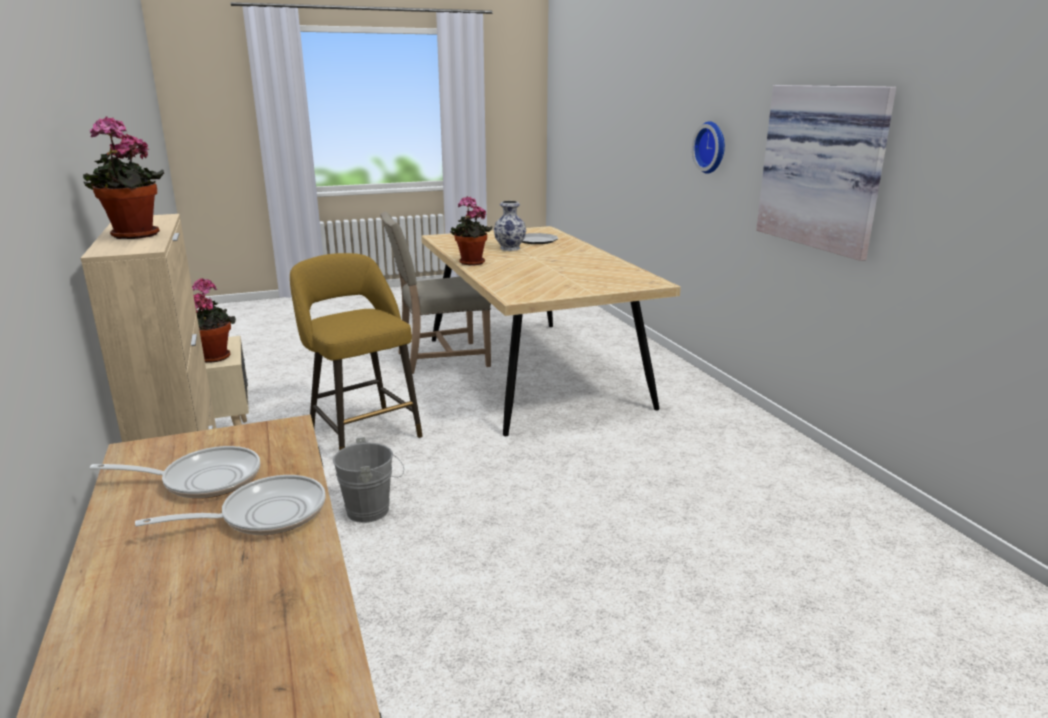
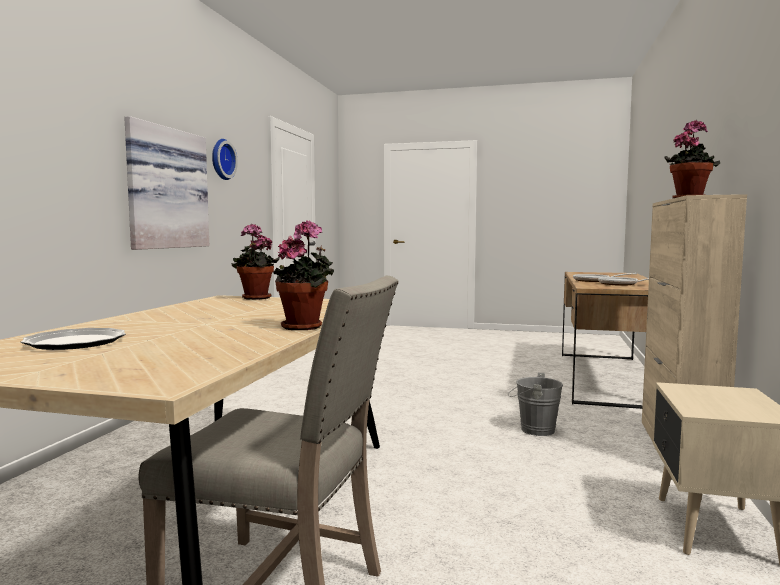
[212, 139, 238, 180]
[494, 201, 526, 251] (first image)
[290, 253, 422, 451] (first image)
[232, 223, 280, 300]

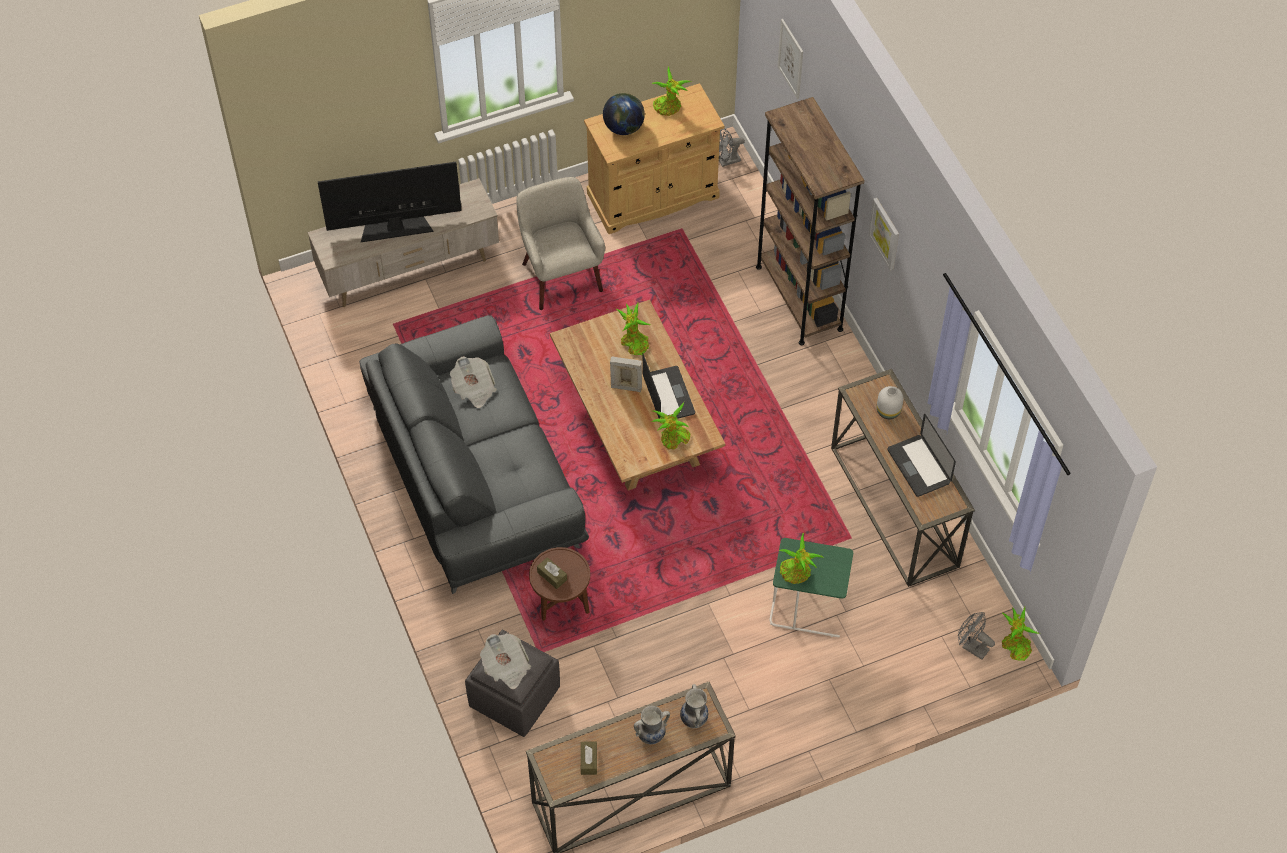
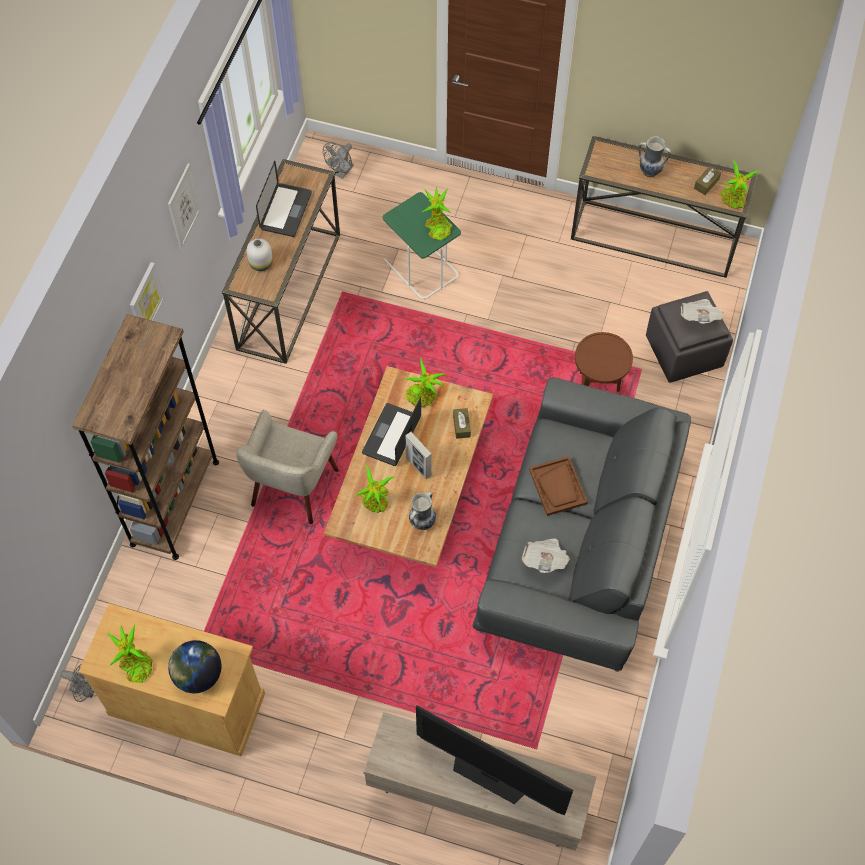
[168, 164, 201, 250]
[236, 409, 338, 524]
[453, 408, 471, 439]
[721, 160, 760, 209]
[323, 142, 354, 179]
[409, 492, 436, 530]
[529, 456, 588, 516]

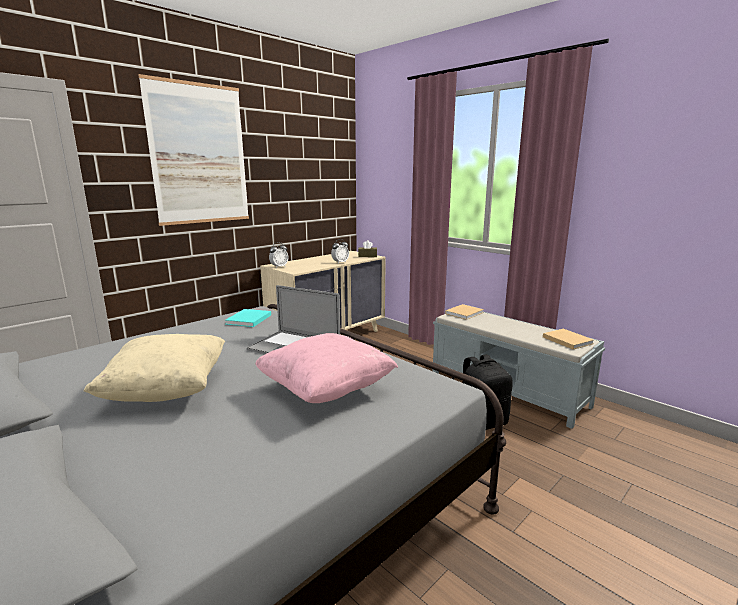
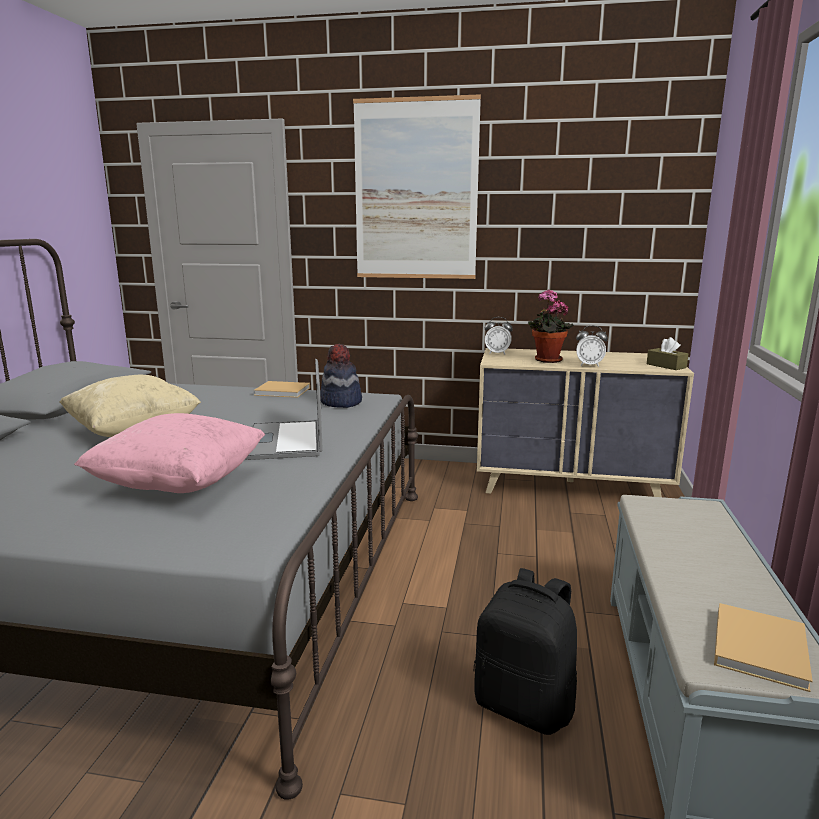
[254, 381, 310, 398]
[320, 344, 362, 408]
[528, 290, 574, 363]

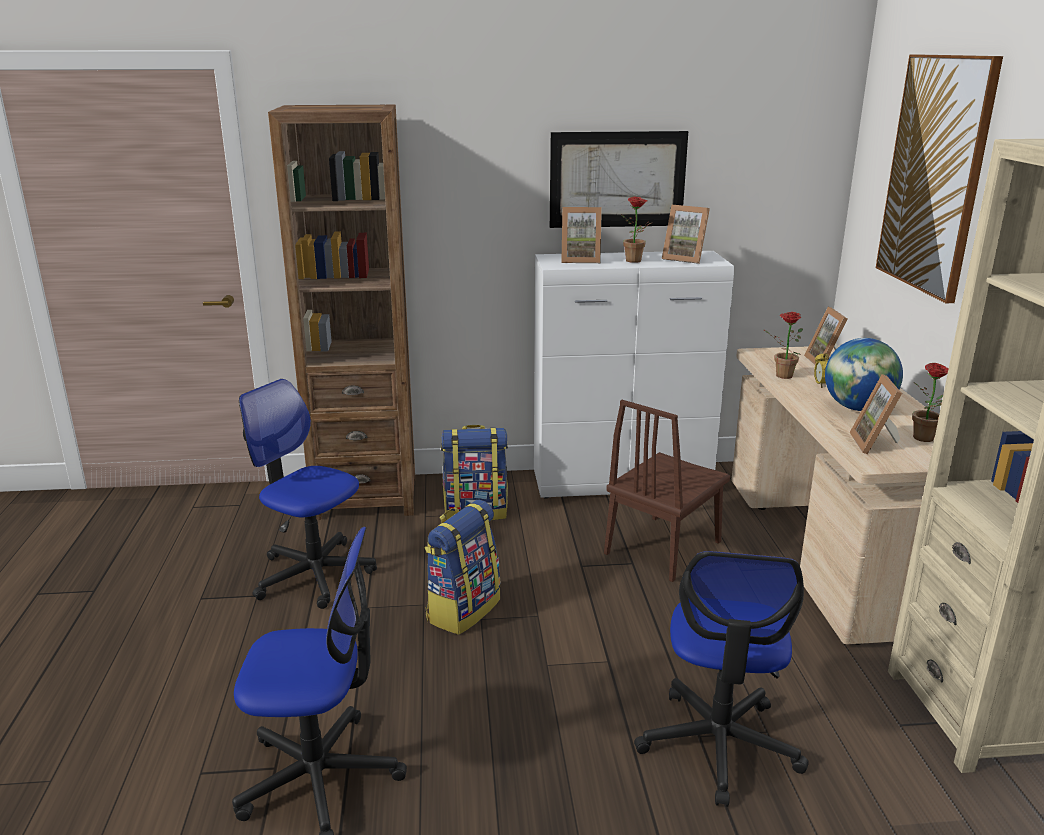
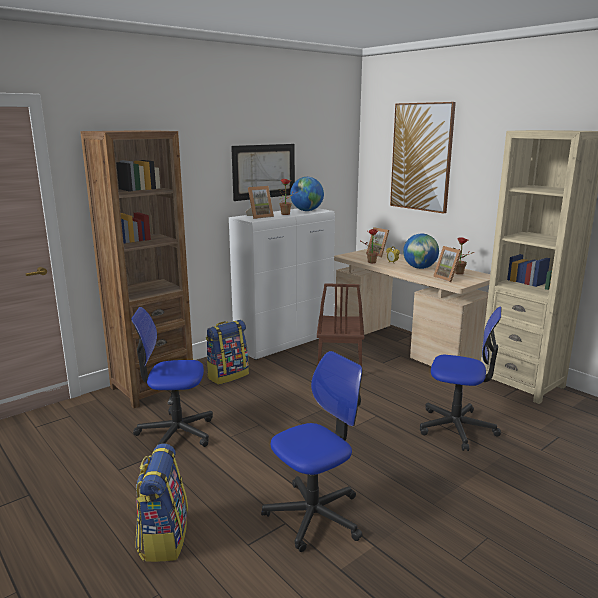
[290, 177, 324, 211]
[136, 444, 188, 562]
[420, 307, 501, 451]

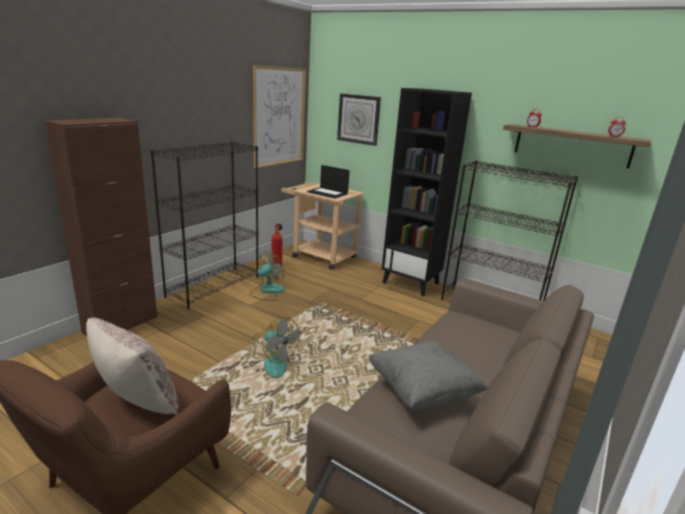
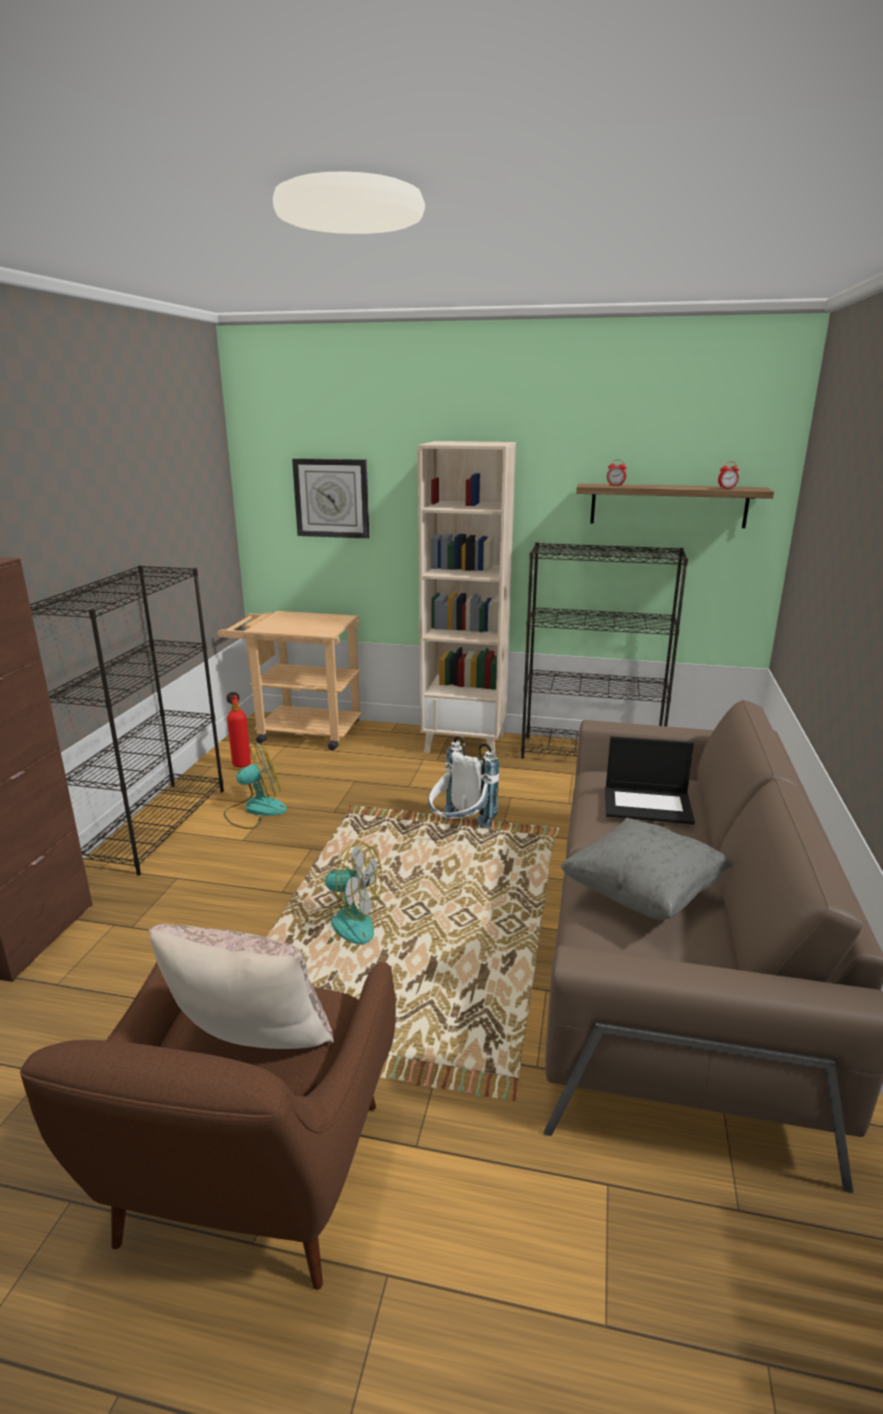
[253, 65, 306, 168] (first image)
[418, 441, 516, 756]
[605, 736, 695, 825]
[224, 741, 287, 829]
[428, 736, 499, 828]

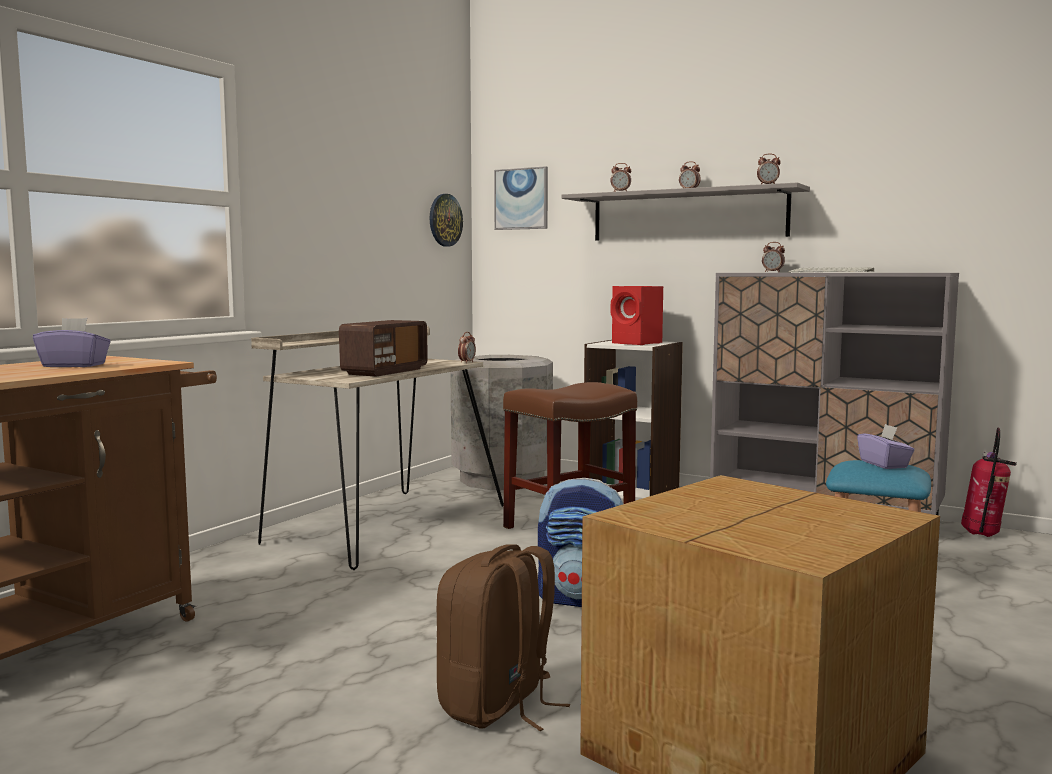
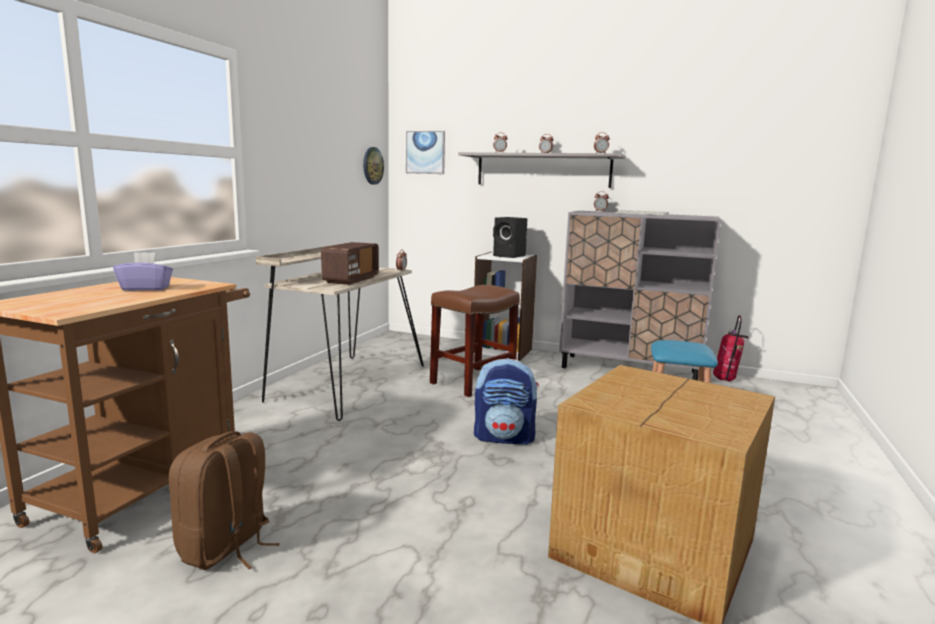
[493, 217, 528, 258]
[450, 355, 553, 490] (first image)
[857, 424, 915, 469] (first image)
[169, 431, 280, 570]

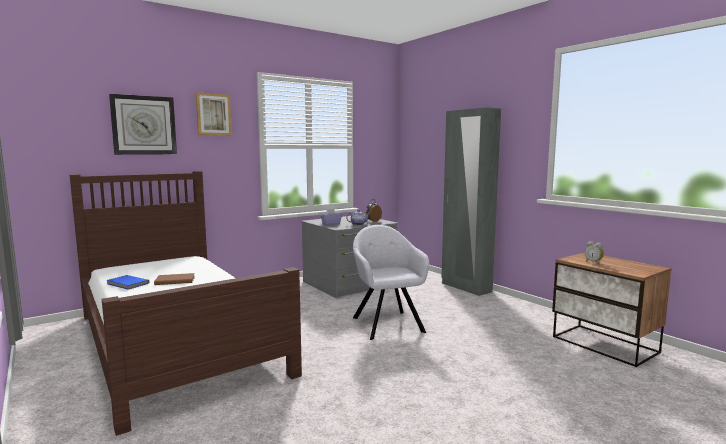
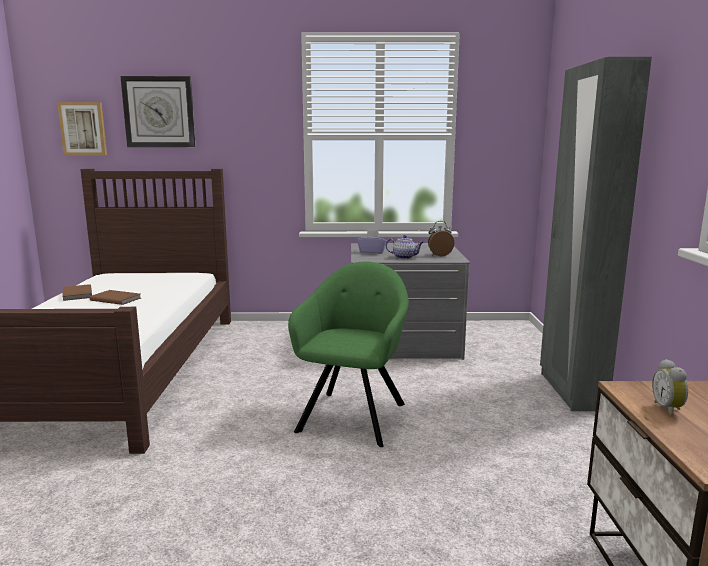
[57, 102, 107, 155]
[288, 261, 409, 447]
[62, 284, 92, 301]

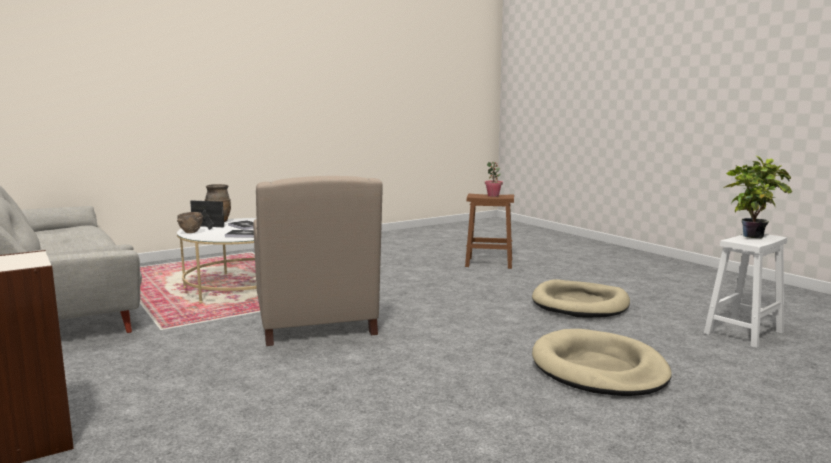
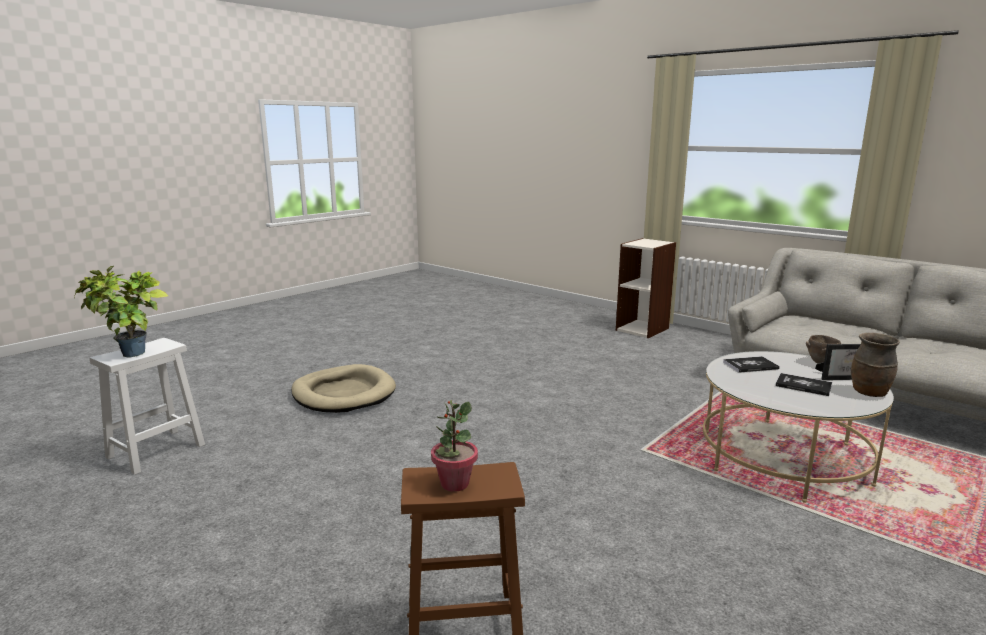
[253, 176, 383, 346] (first image)
[532, 279, 630, 318] (first image)

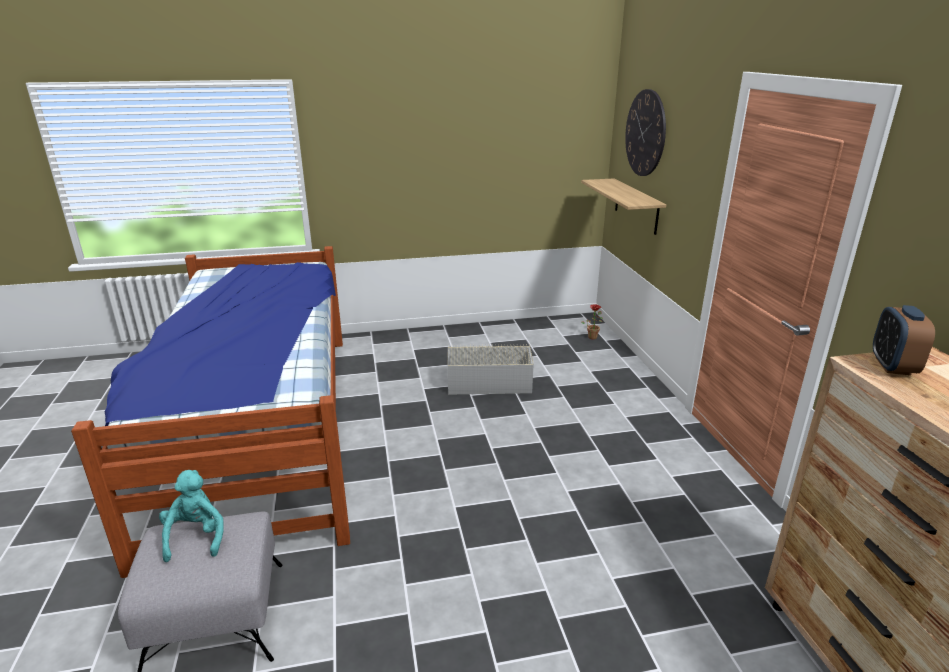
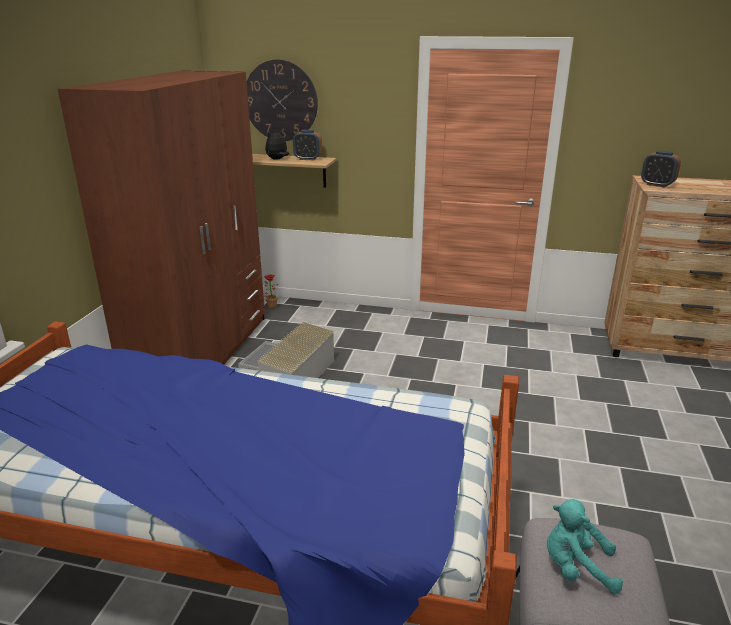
[58, 71, 265, 365]
[265, 130, 289, 160]
[293, 130, 322, 160]

